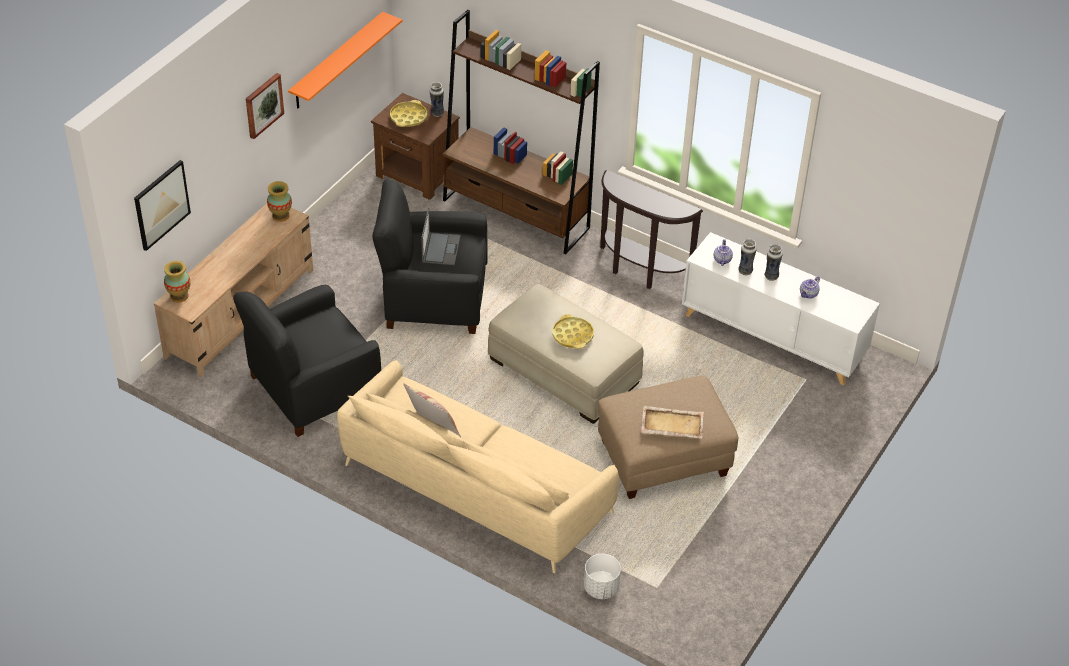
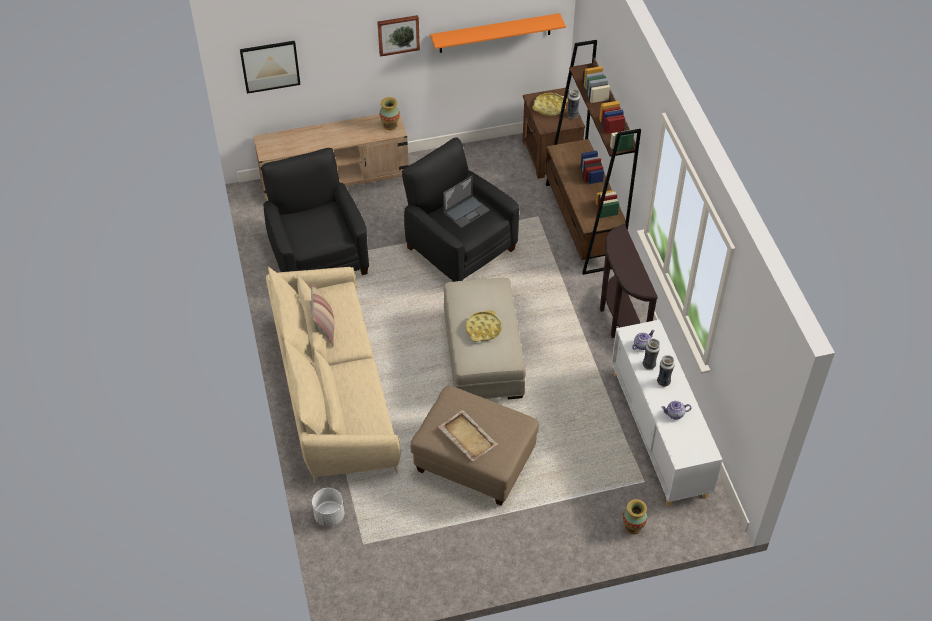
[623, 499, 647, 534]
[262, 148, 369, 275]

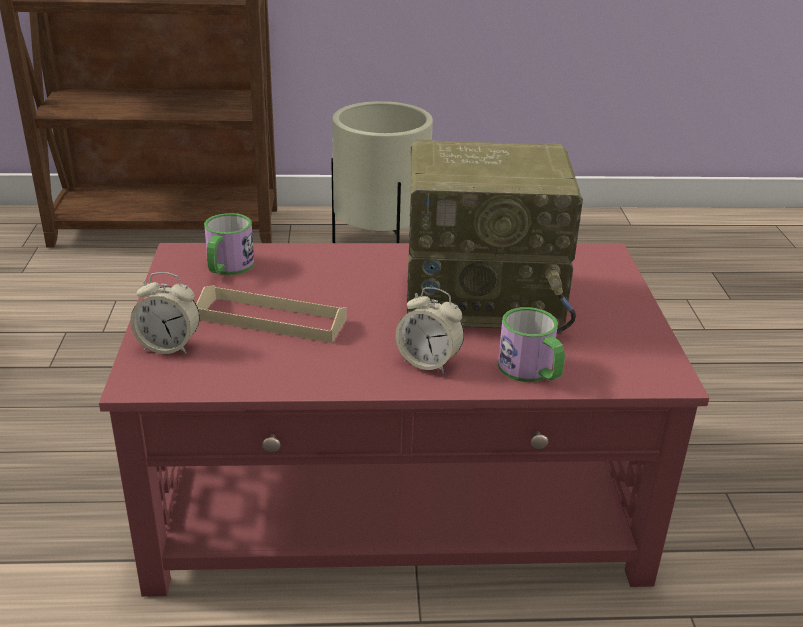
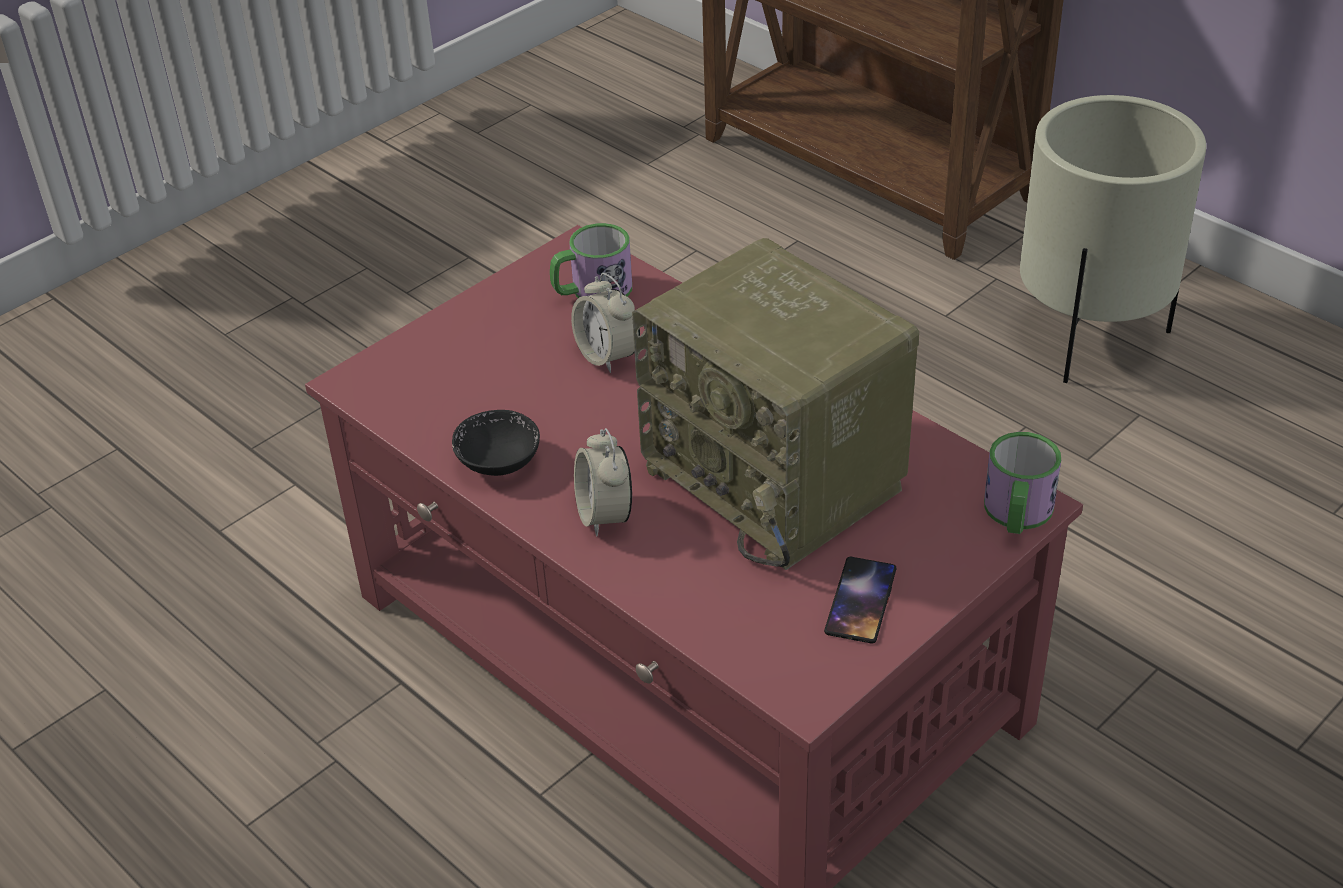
[571, 273, 640, 373]
[196, 285, 347, 343] (first image)
[984, 432, 1061, 534]
[452, 410, 540, 476]
[824, 557, 896, 644]

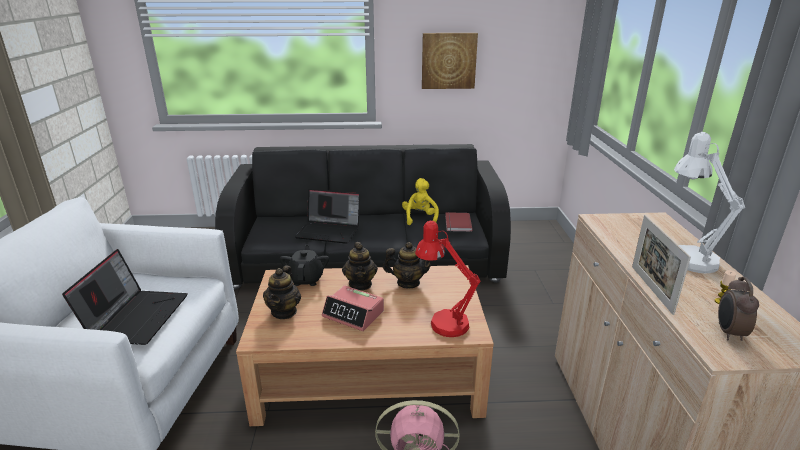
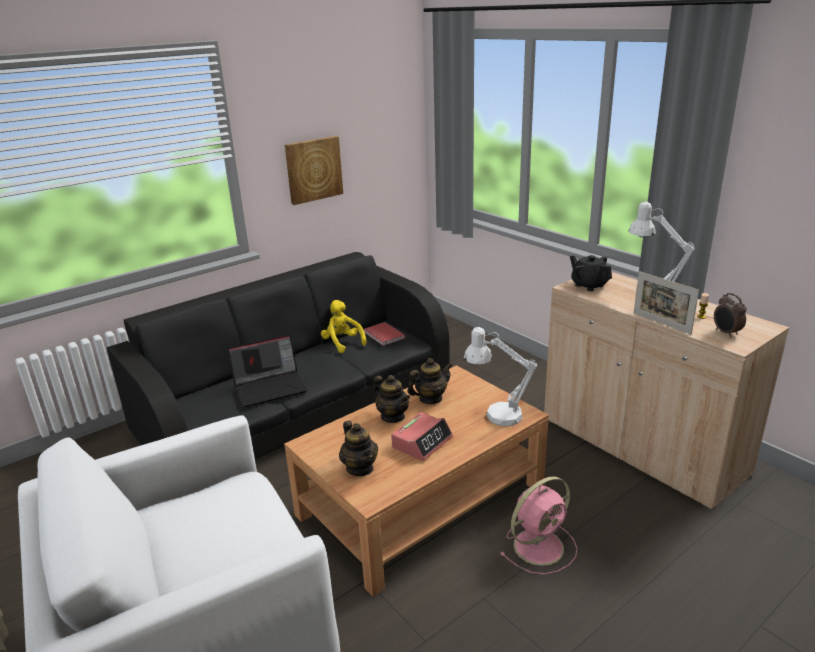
[464, 327, 537, 426]
[570, 255, 612, 291]
[62, 249, 187, 345] (first image)
[391, 412, 453, 461]

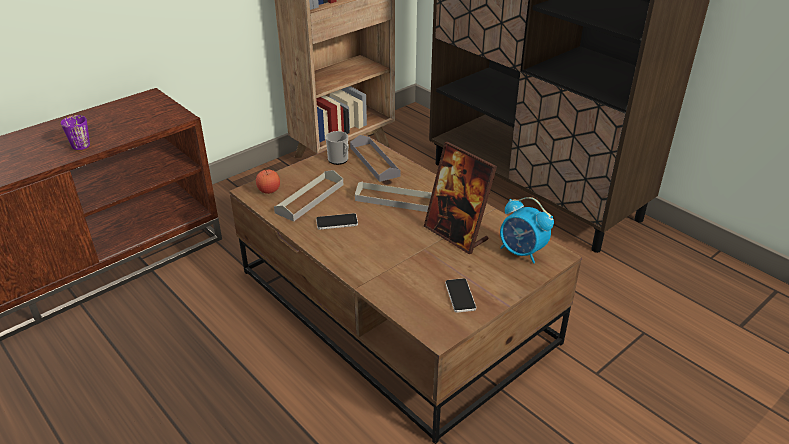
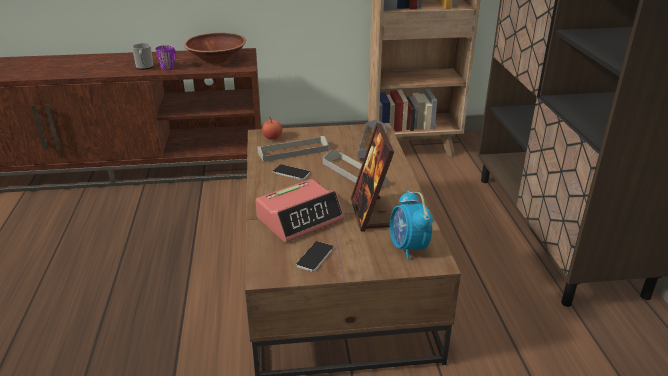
[132, 43, 153, 70]
[184, 33, 246, 64]
[256, 179, 344, 243]

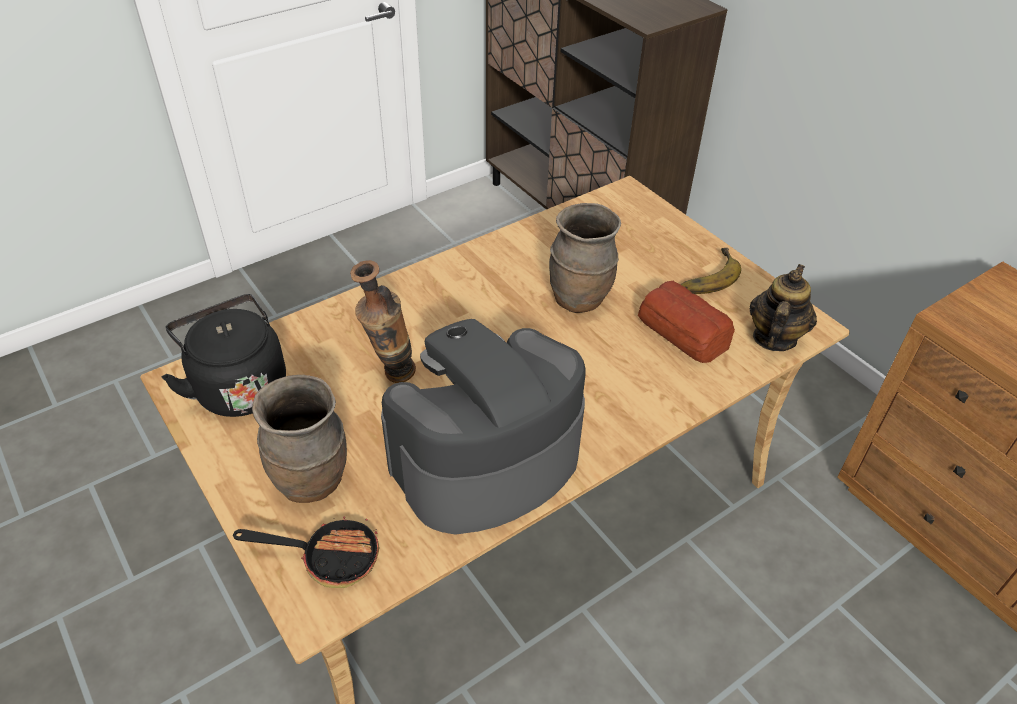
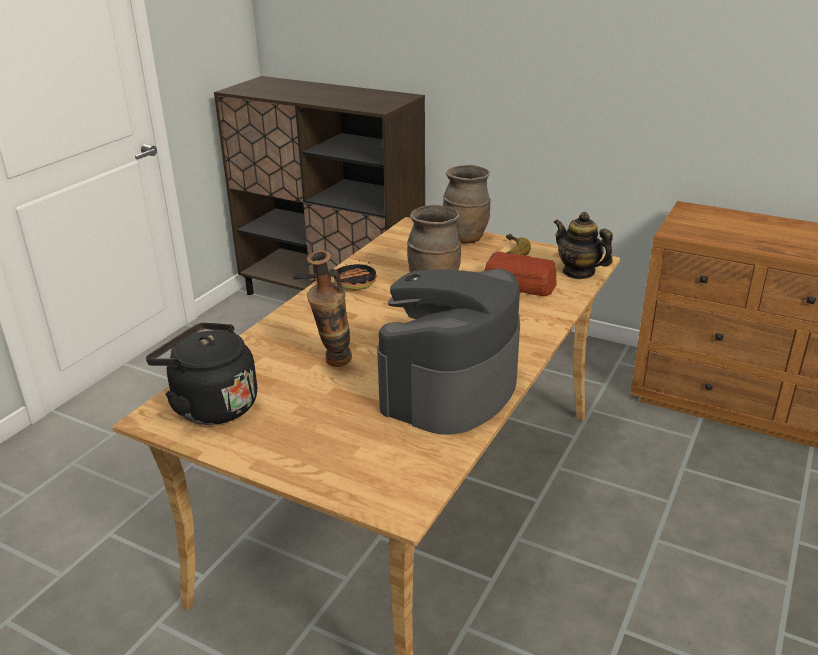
[554, 212, 613, 279]
[443, 165, 491, 243]
[293, 260, 376, 290]

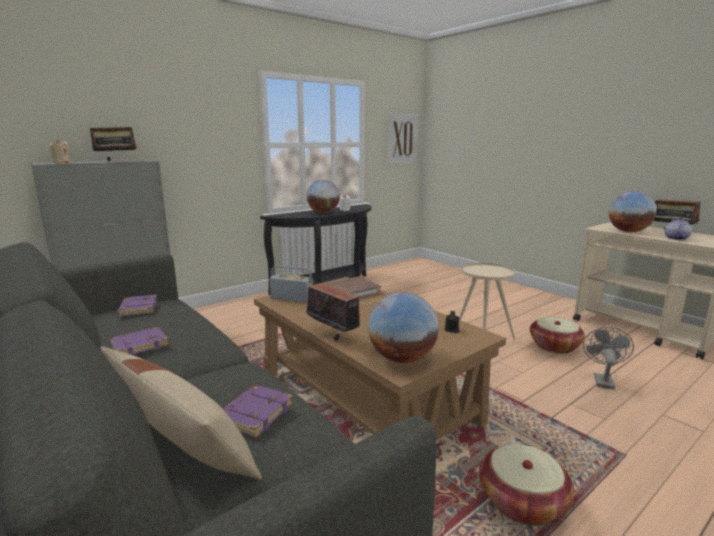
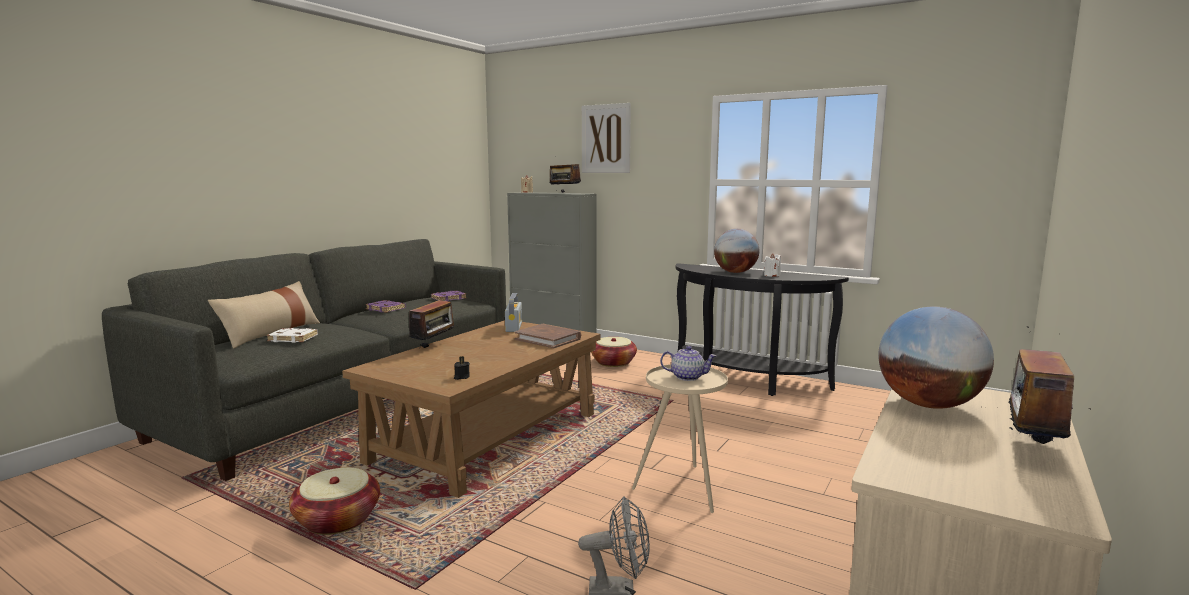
[582, 103, 631, 173]
[660, 346, 716, 381]
[368, 292, 439, 363] (first image)
[591, 337, 637, 367]
[266, 328, 318, 343]

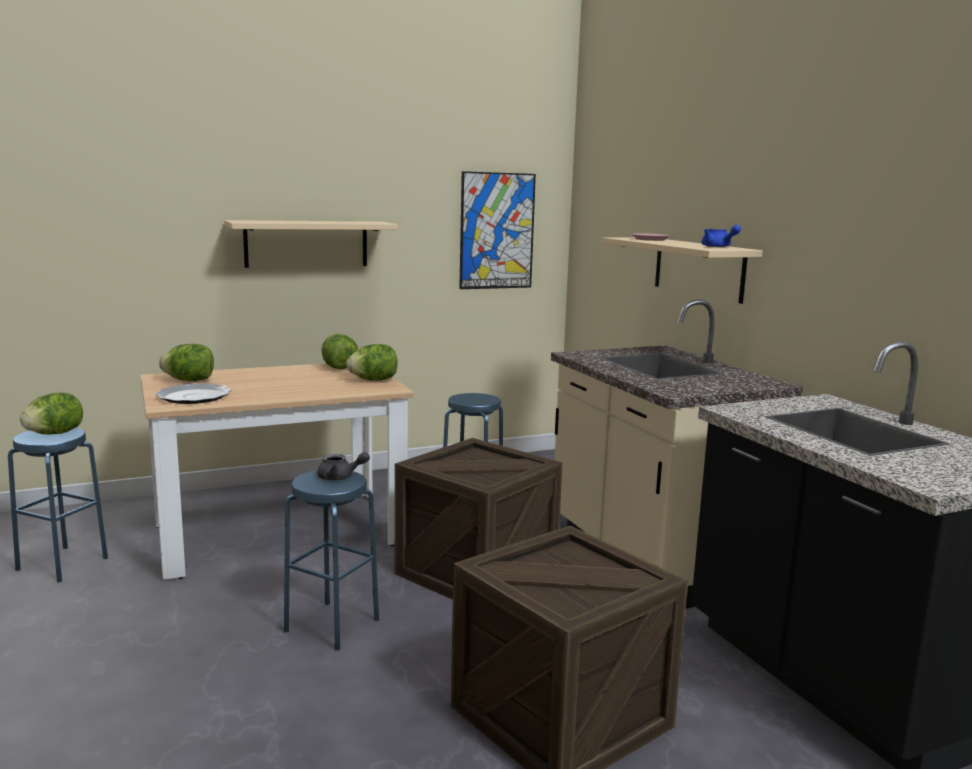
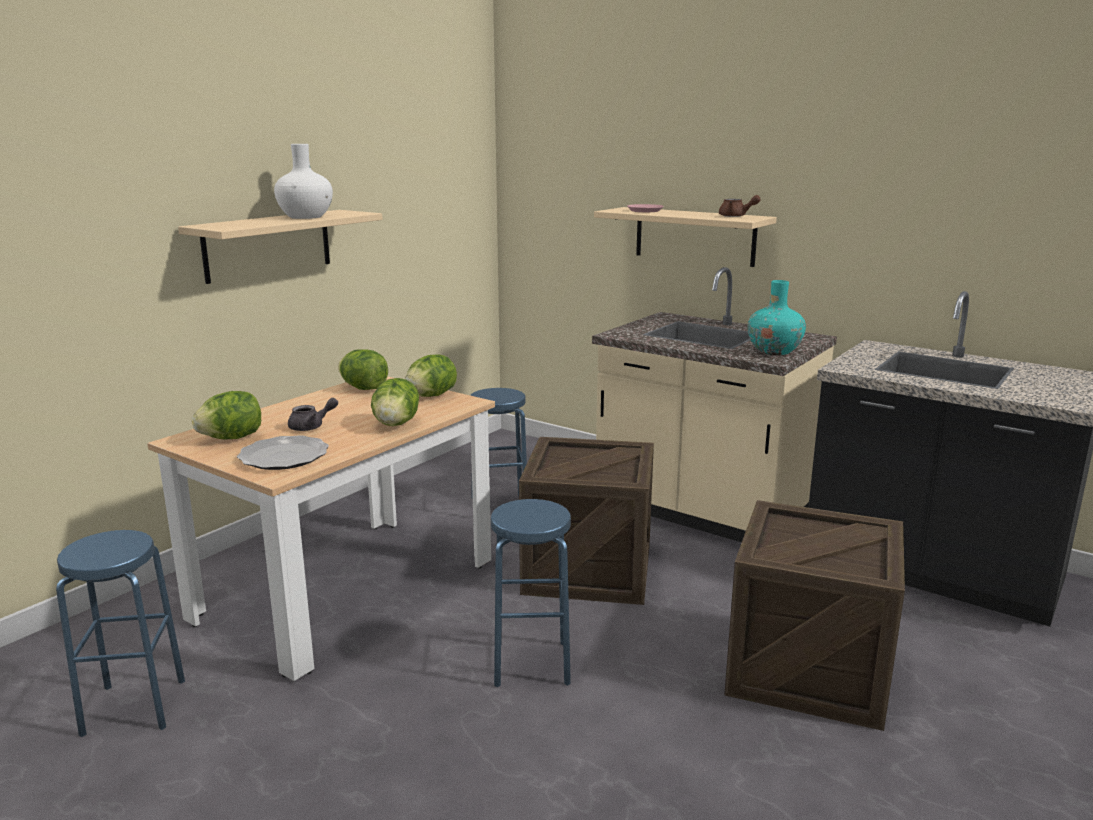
[459, 171, 536, 289] (first image)
[719, 195, 761, 217]
[371, 378, 419, 426]
[288, 398, 338, 431]
[274, 144, 333, 219]
[747, 280, 806, 355]

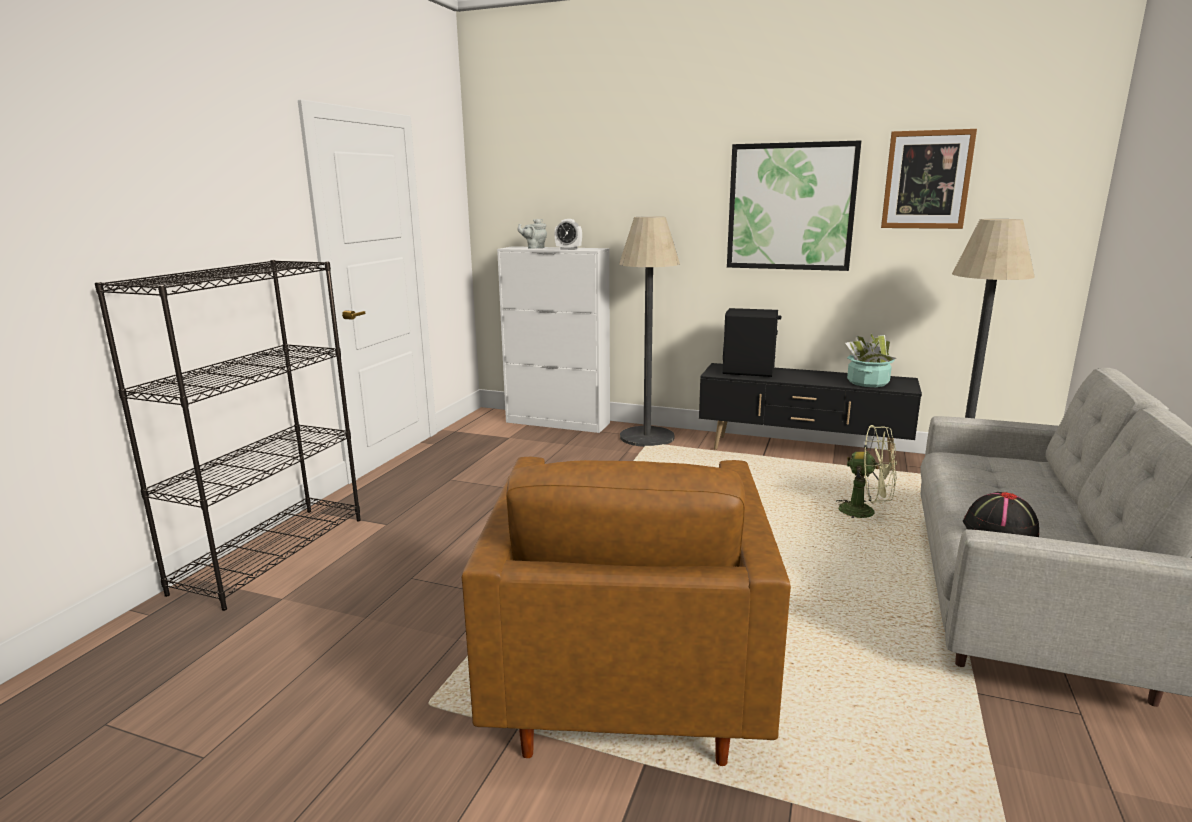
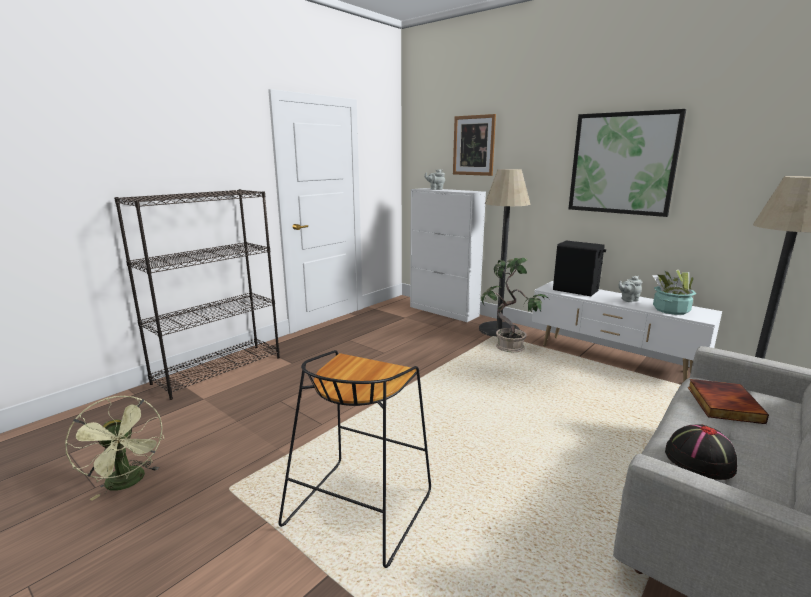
[453, 114, 496, 176]
[554, 219, 582, 250] (first image)
[532, 281, 722, 382]
[65, 396, 164, 501]
[278, 350, 431, 568]
[481, 258, 549, 352]
[619, 276, 643, 302]
[688, 379, 769, 424]

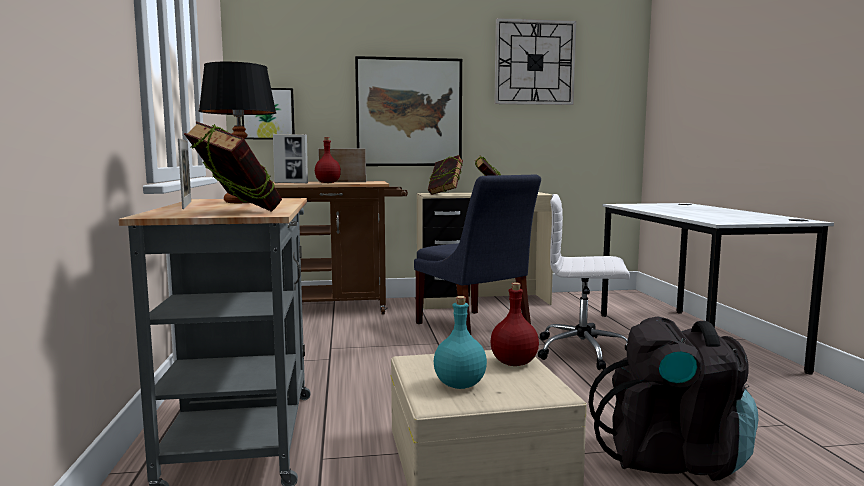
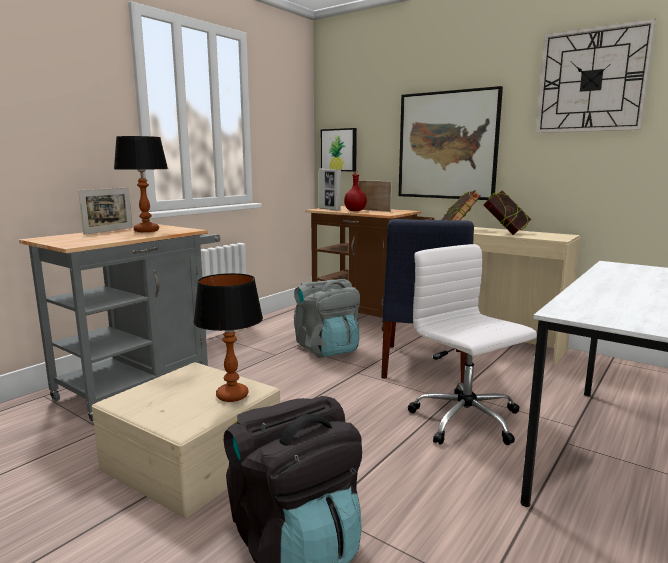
[184, 121, 282, 212] (first image)
[193, 273, 263, 402]
[434, 296, 487, 389] (first image)
[294, 279, 360, 358]

